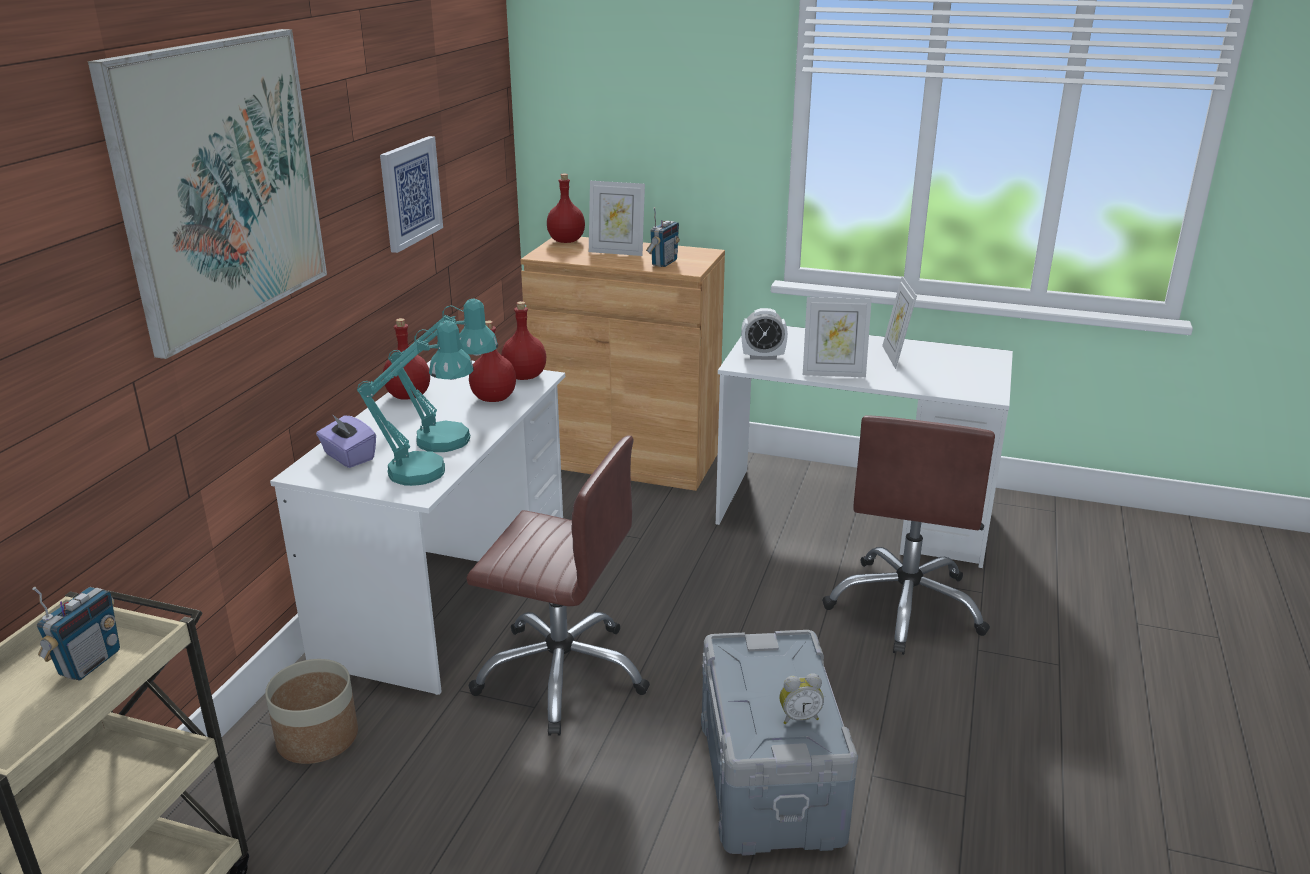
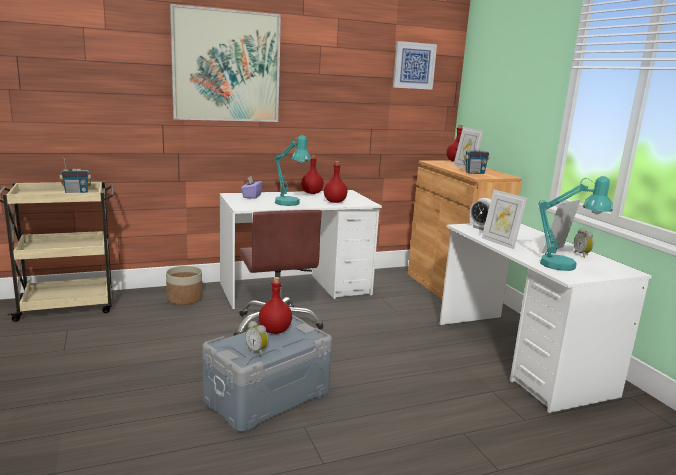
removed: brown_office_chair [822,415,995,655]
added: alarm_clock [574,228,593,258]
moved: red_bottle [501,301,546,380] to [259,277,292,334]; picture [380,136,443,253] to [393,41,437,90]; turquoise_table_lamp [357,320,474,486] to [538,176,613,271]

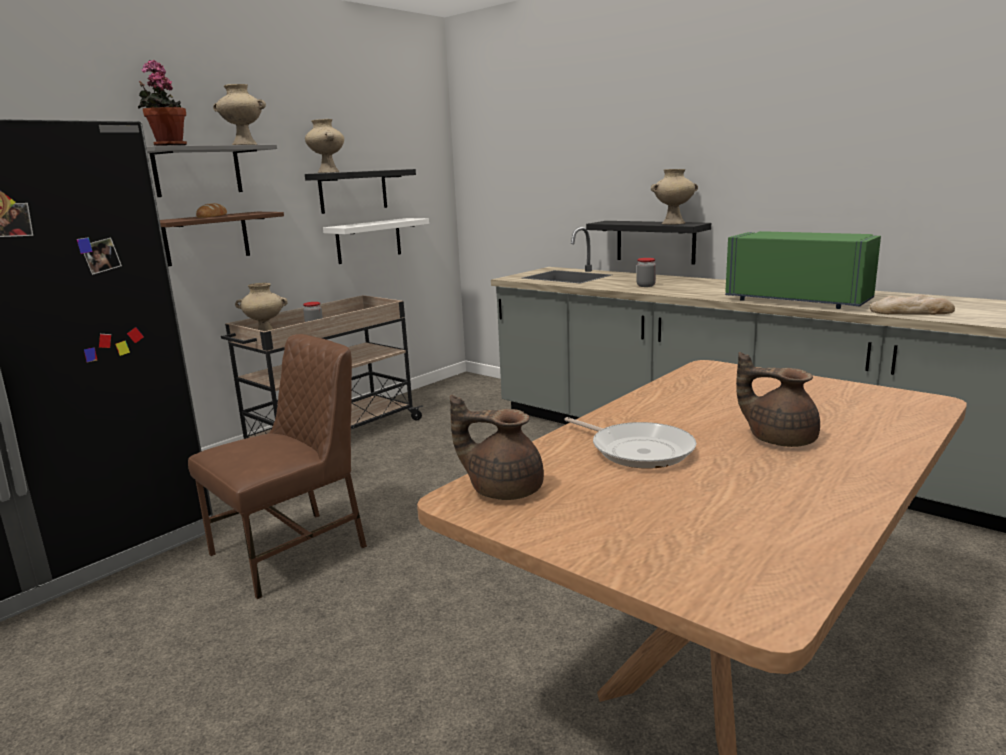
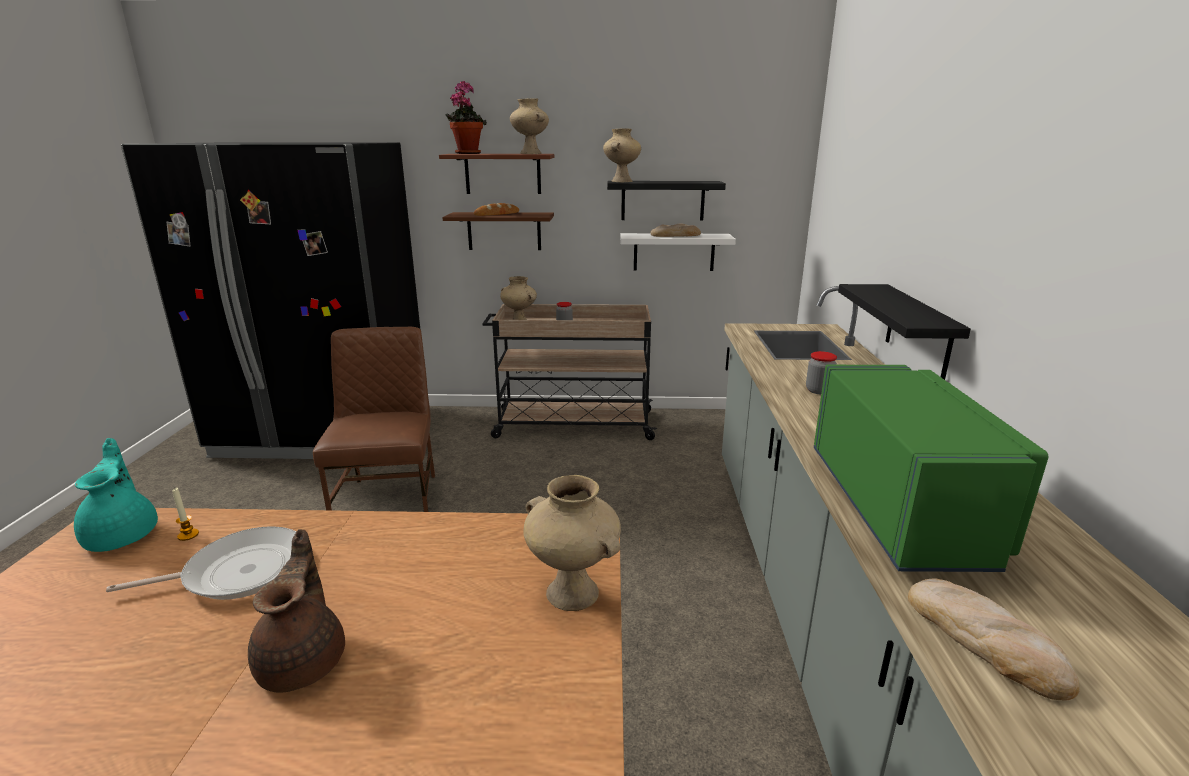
added: candle [172,488,199,541]; bread [651,223,701,237]
moved: beige_vase [651,169,698,225] to [523,475,621,611]
recoloured: brown_teapot [450,395,544,500] to turquoise_teapot [74,438,158,552]; grey_shelf [147,144,277,197] to brown_shelf [439,154,554,194]
turned: frying_pan [564,417,696,469] = [106,526,296,600] 120 degrees counterclockwise; brown_chair [188,334,367,599] = [313,327,435,512] 105 degrees counterclockwise

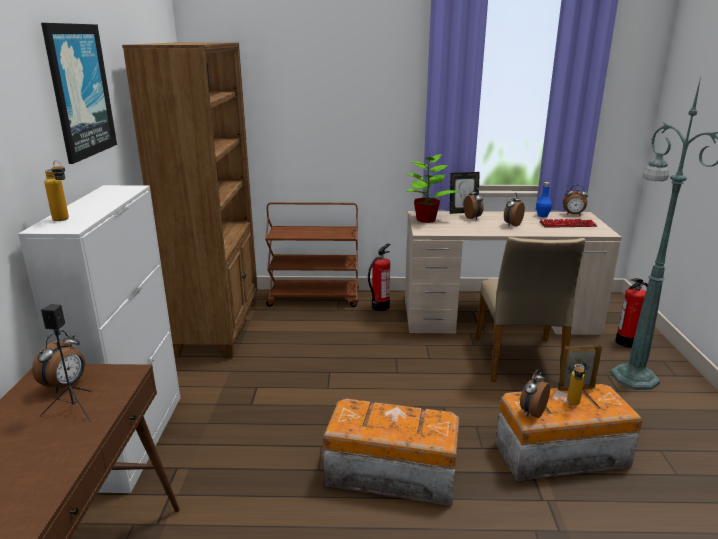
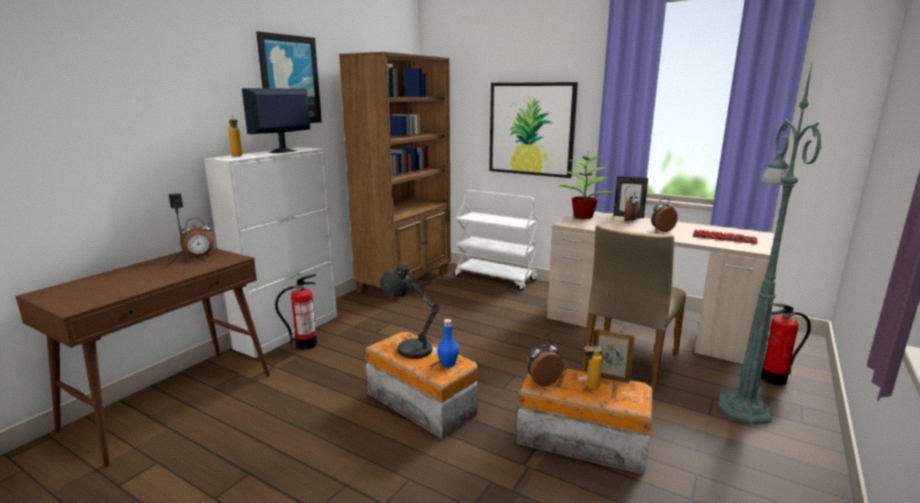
removed: alarm_clock [563,185,588,216]
added: monitor [242,88,310,153]; grey_table_lamp [380,263,440,359]; picture [489,82,578,178]
moved: fire_extinguisher [368,243,391,311] to [275,274,317,350]; blue_bottle [536,182,552,217] to [437,319,459,368]
recoloured: brown_cart [265,202,359,307] to white_cart [454,190,539,291]

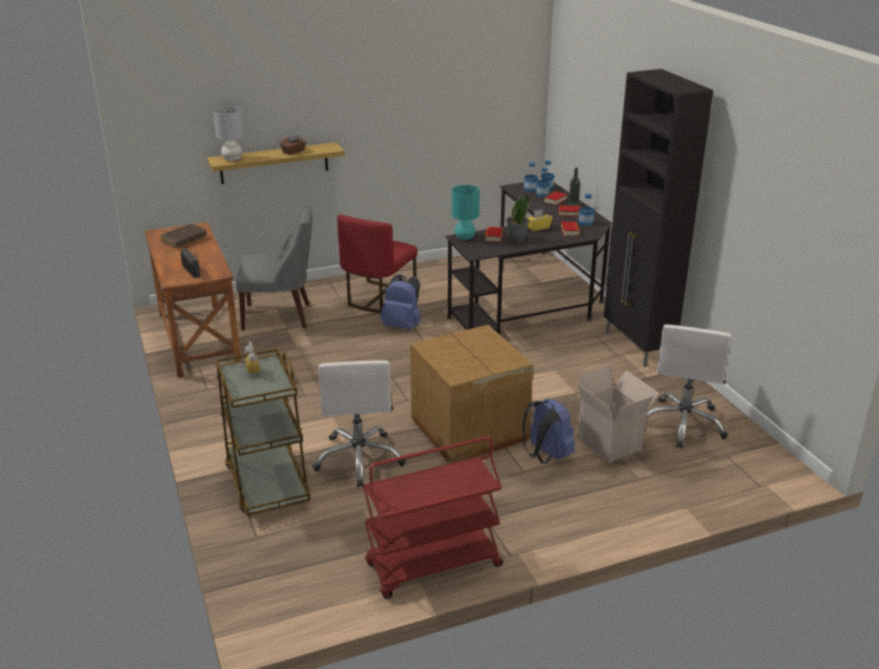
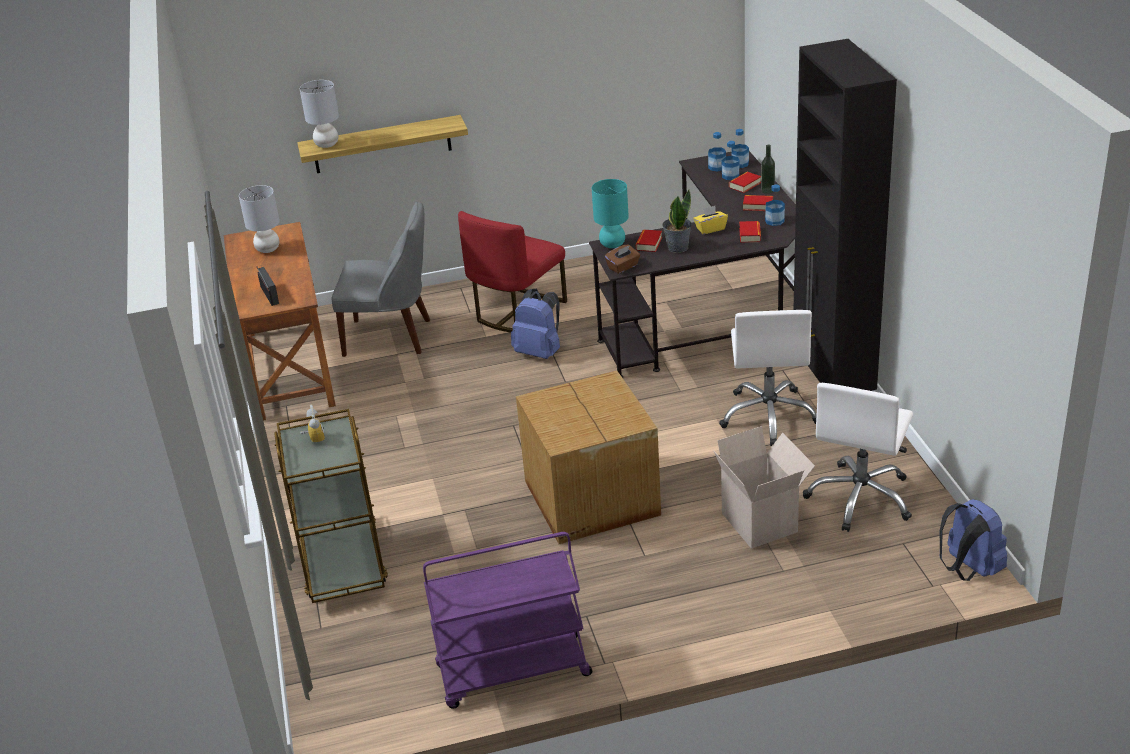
moved: brown_tissue_box [280,134,306,155] to [605,244,640,274]; white_office_chair [312,360,406,488] to [719,310,817,446]; blue_backpack [523,399,575,464] to [939,499,1007,581]
replaced: brown_book [160,224,207,247] to grey_table_lamp [239,185,280,253]
recoloured: red_cart [363,437,503,599] to purple_cart [423,532,592,709]

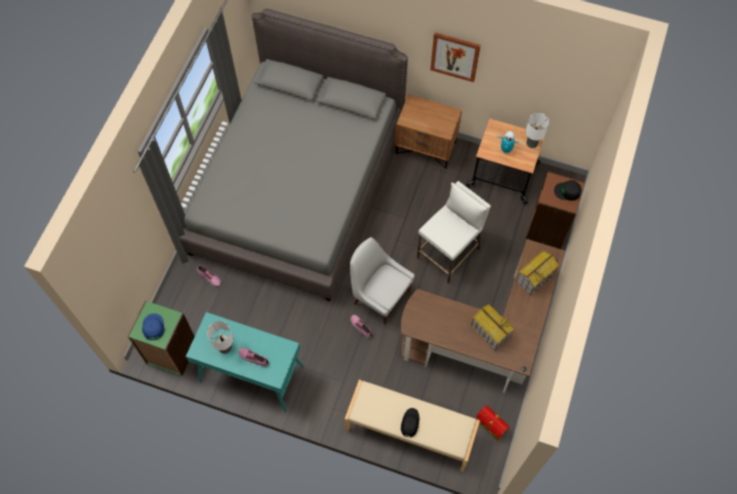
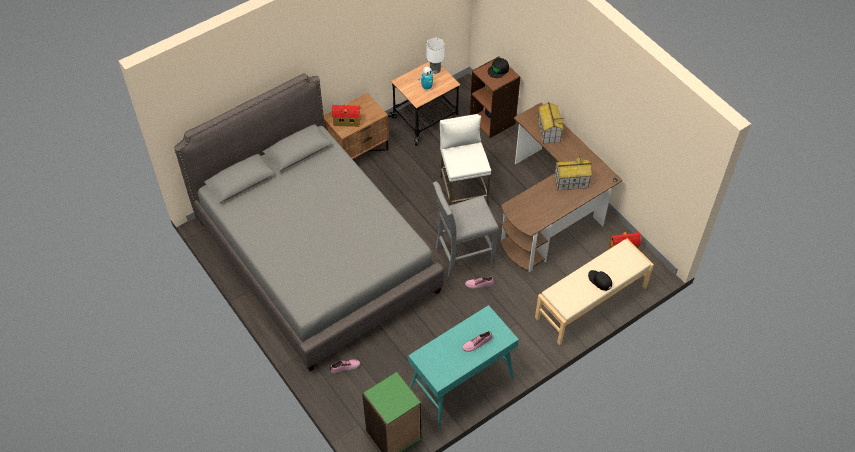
removed: blue_cap [142,313,164,340]; table_lamp [207,321,233,354]; picture [430,32,481,82]
added: toy_house [332,103,361,127]
replaced: white_chair [350,237,415,325] to grey_stool [433,181,499,278]

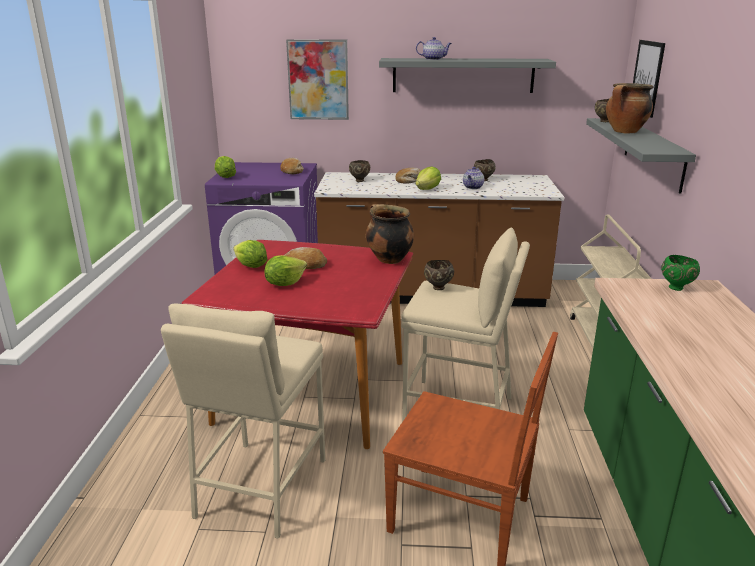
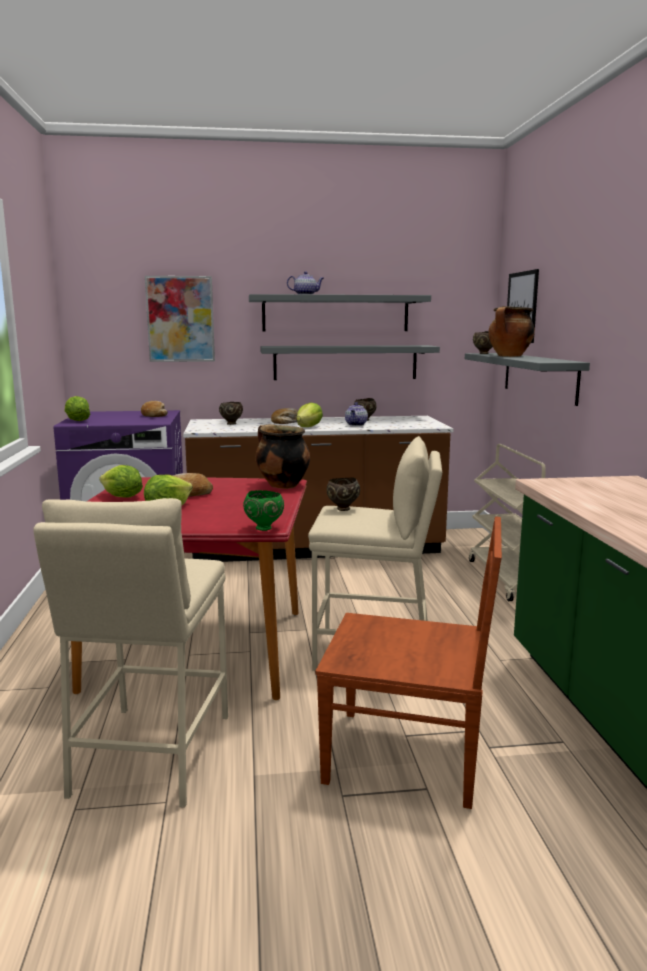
added: grey_shelf [260,345,440,380]
moved: green_bowl [661,255,700,291] to [243,490,284,531]

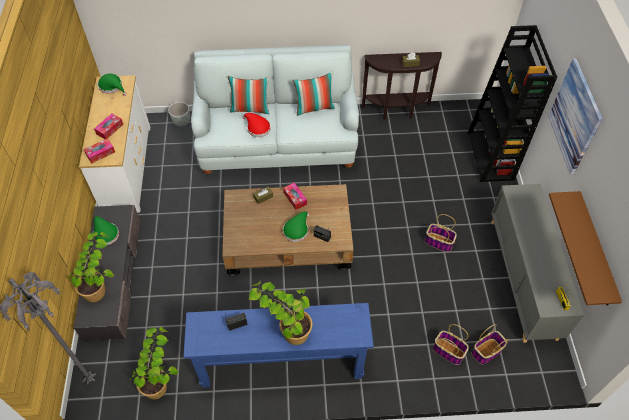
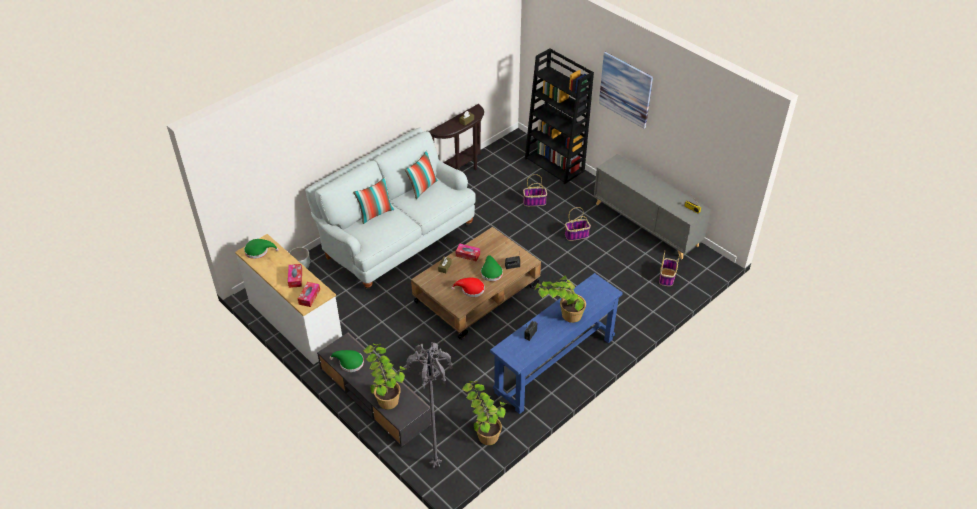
removed: brown_shelf [549,191,622,305]
moved: red_hat [242,113,271,137] to [451,278,485,297]; basket [433,324,469,365] to [523,174,547,206]

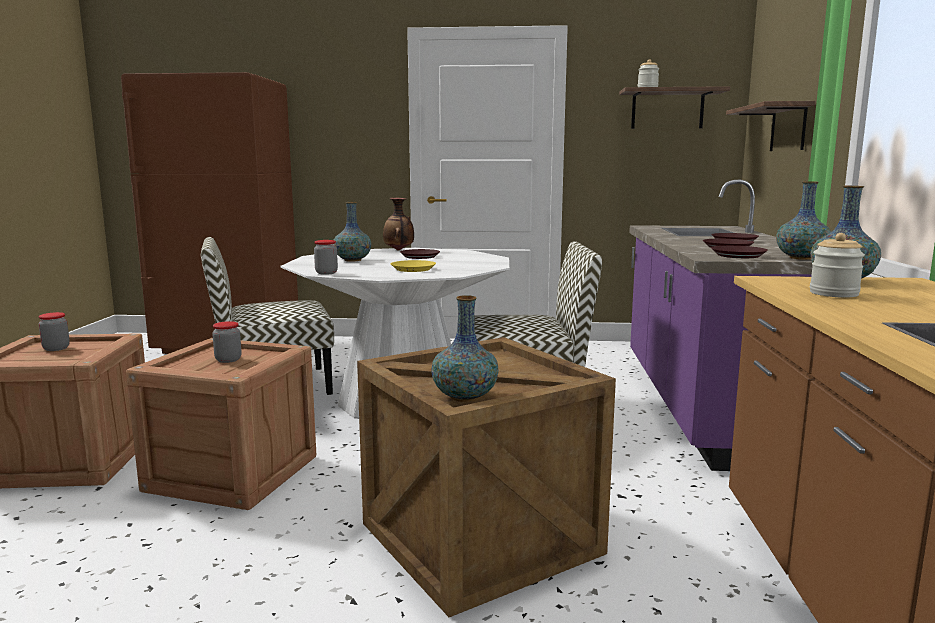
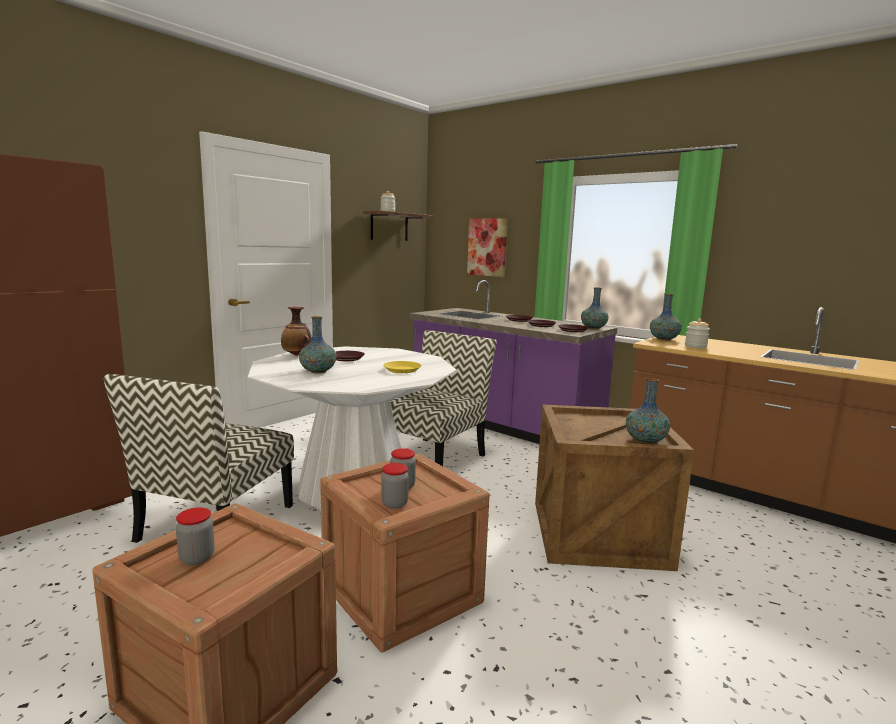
moved: jar [314,240,338,275] to [381,463,409,509]
replaced: shelf [726,101,815,151] to picture [467,218,508,277]

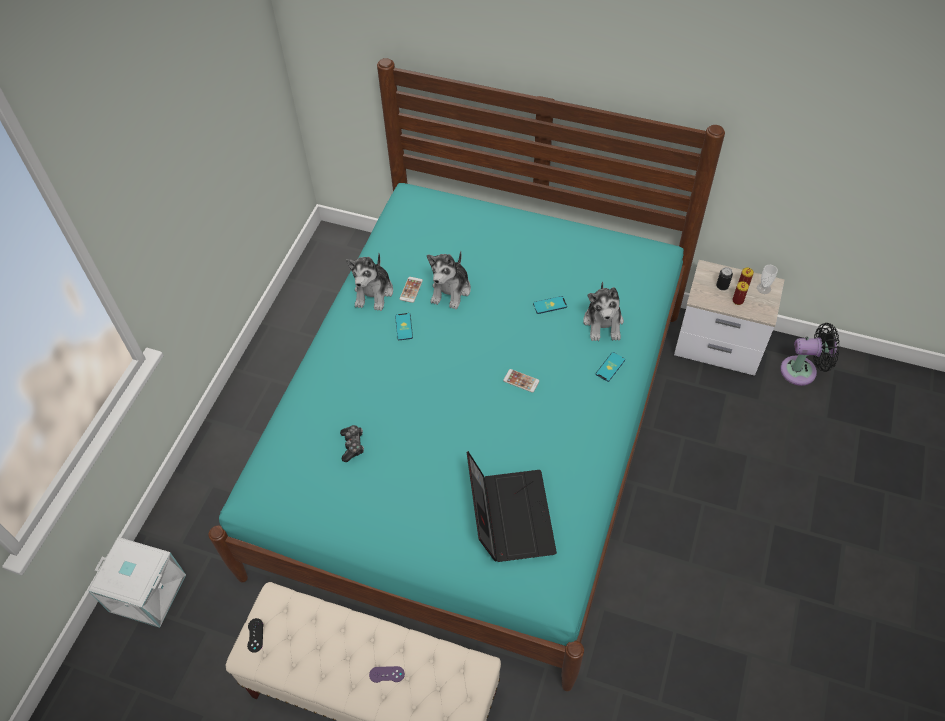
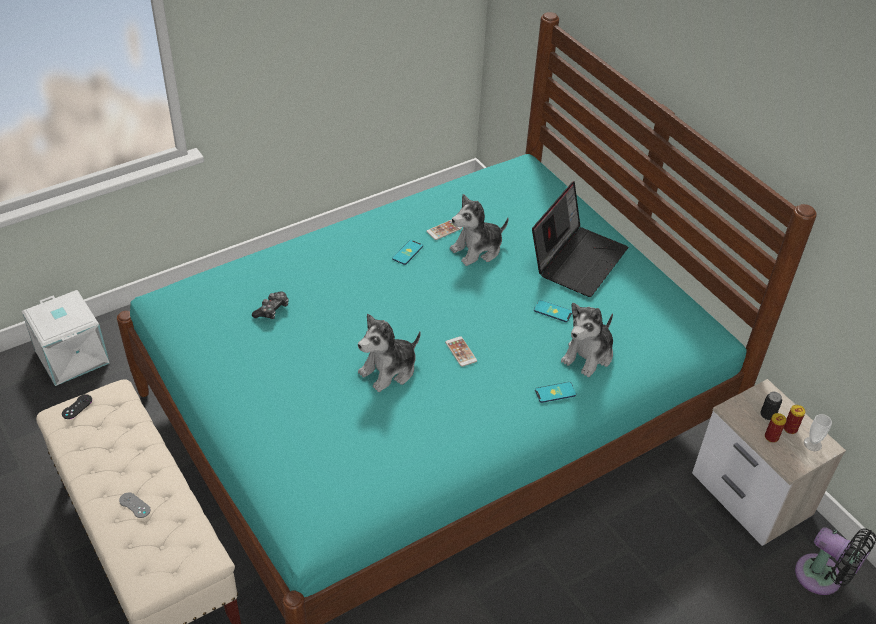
moved: plush_toy [346,253,393,311] to [358,314,421,392]; laptop [467,451,557,562] to [532,181,628,297]
recoloured: purple_game_controller [369,666,405,683] to grey_game_controller [119,492,151,518]

